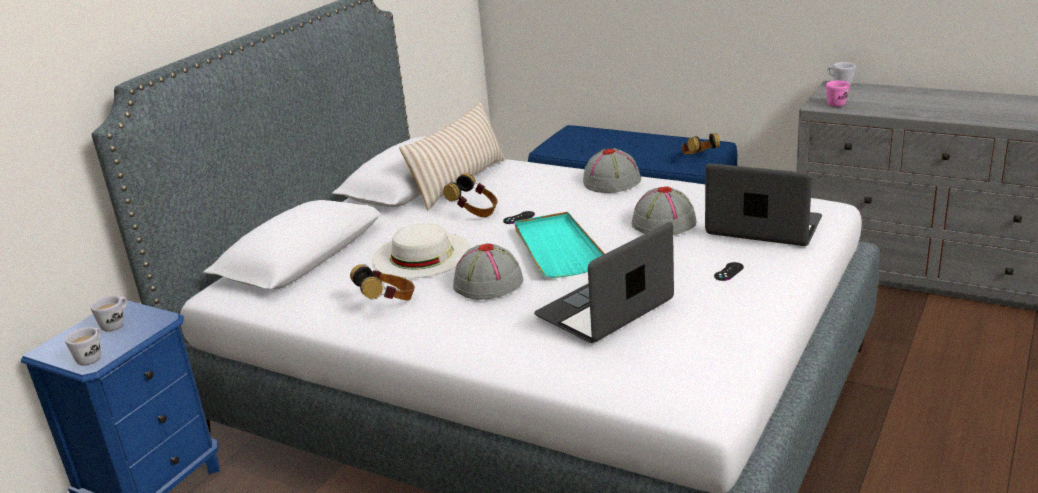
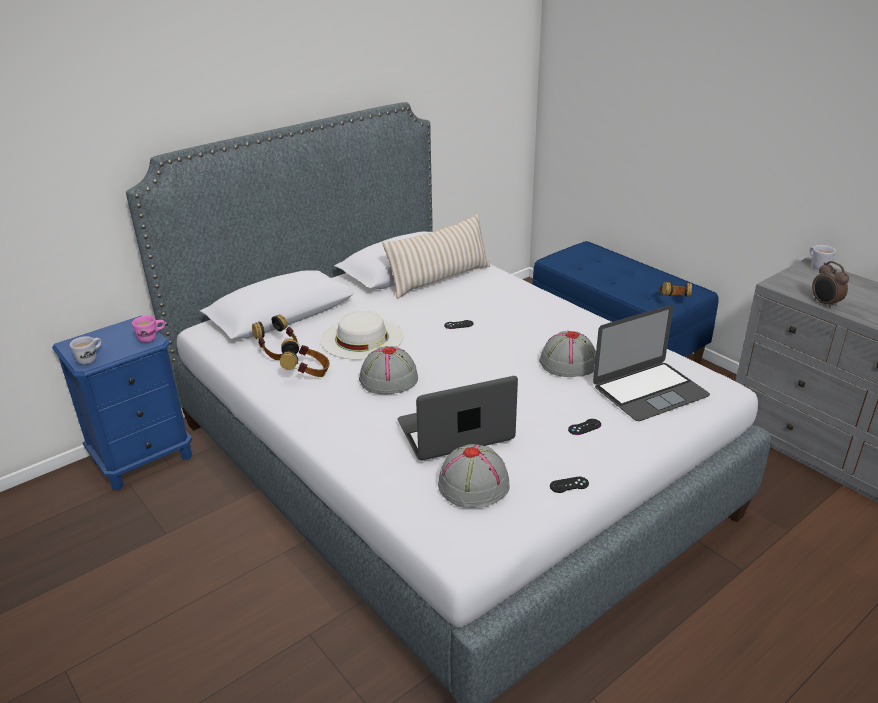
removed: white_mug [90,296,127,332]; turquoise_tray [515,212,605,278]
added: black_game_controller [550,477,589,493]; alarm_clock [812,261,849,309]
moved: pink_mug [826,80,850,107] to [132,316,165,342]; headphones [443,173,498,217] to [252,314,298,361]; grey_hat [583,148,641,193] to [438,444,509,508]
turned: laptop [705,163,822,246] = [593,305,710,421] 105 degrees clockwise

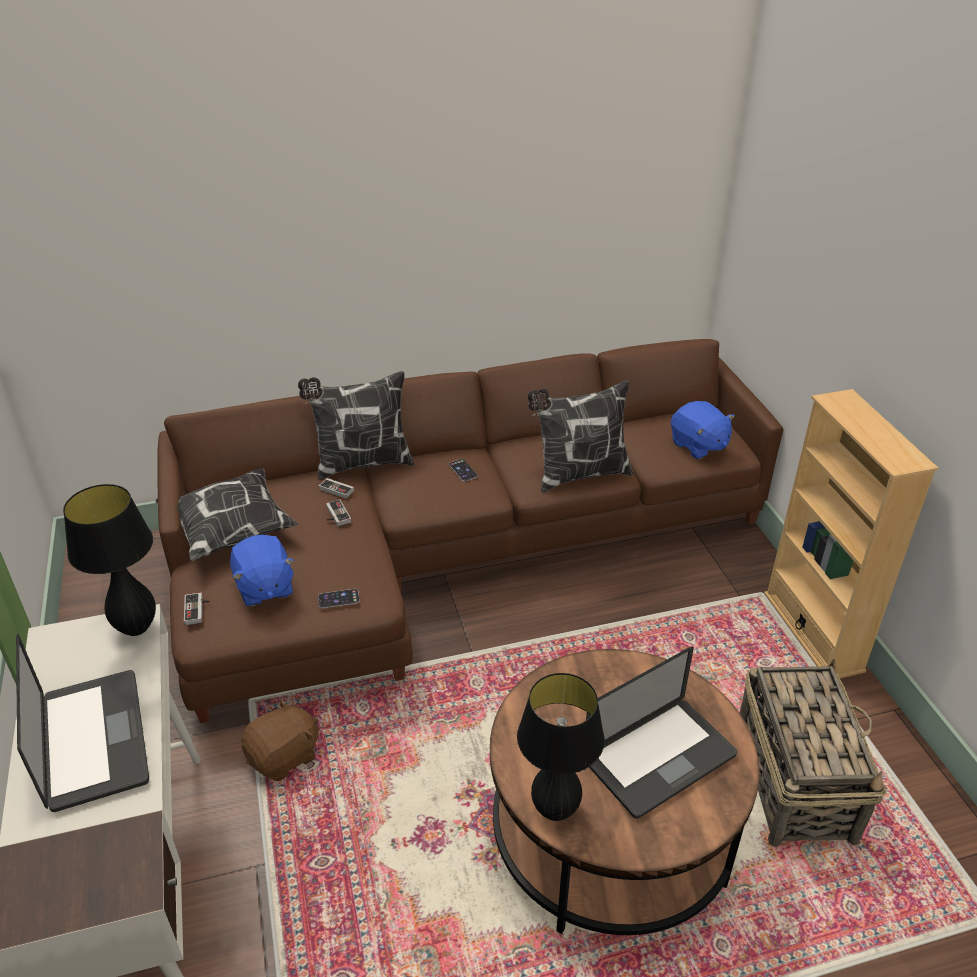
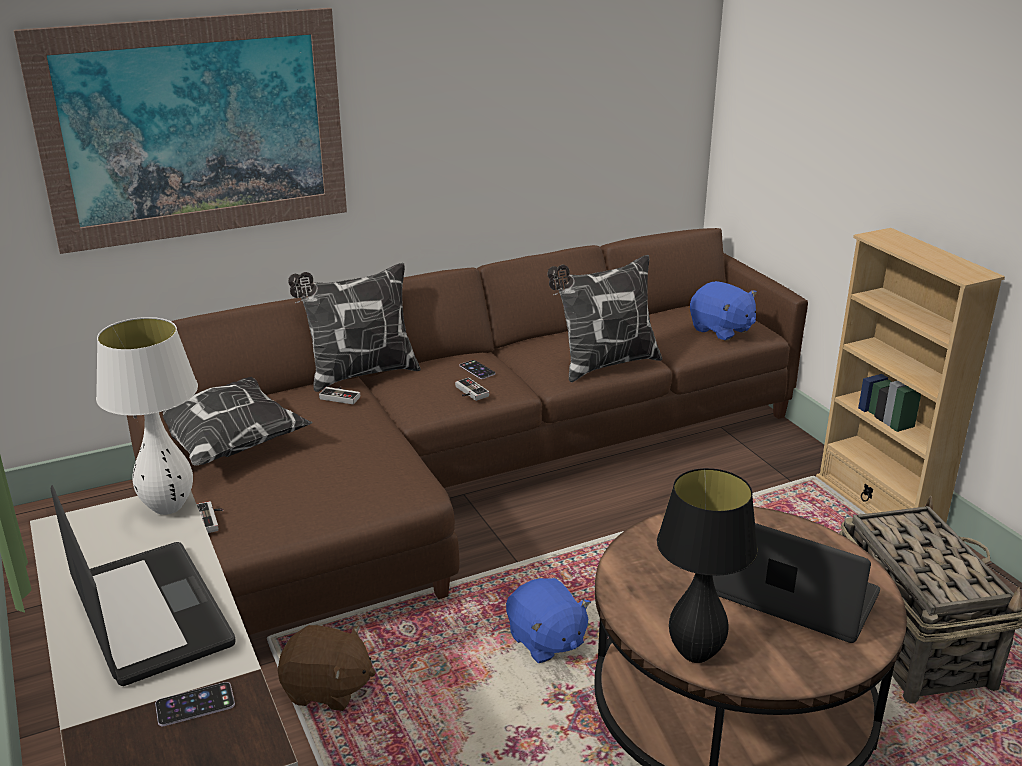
added: picture [14,8,347,254]
moved: phone [318,589,360,608] to [155,682,235,726]; game_controller [326,499,351,526] to [455,377,489,401]; blue_plush_toy [230,535,295,607] to [506,578,591,663]
recoloured: black_table_lamp [63,484,156,636] to white_table_lamp [96,317,198,515]
turned: brown_plush_toy [241,699,318,781] = [278,625,376,711] 60 degrees clockwise; laptop [586,647,737,819] = [713,523,880,643] 105 degrees counterclockwise

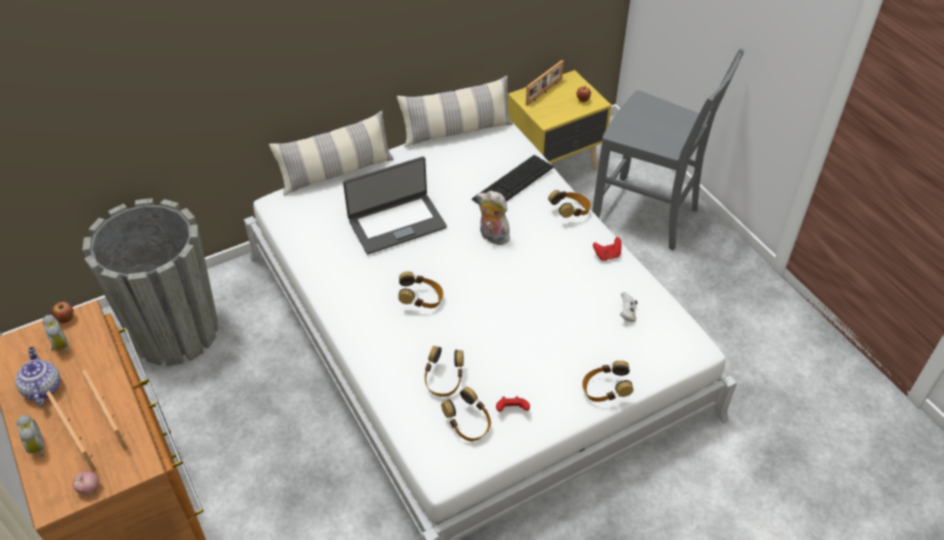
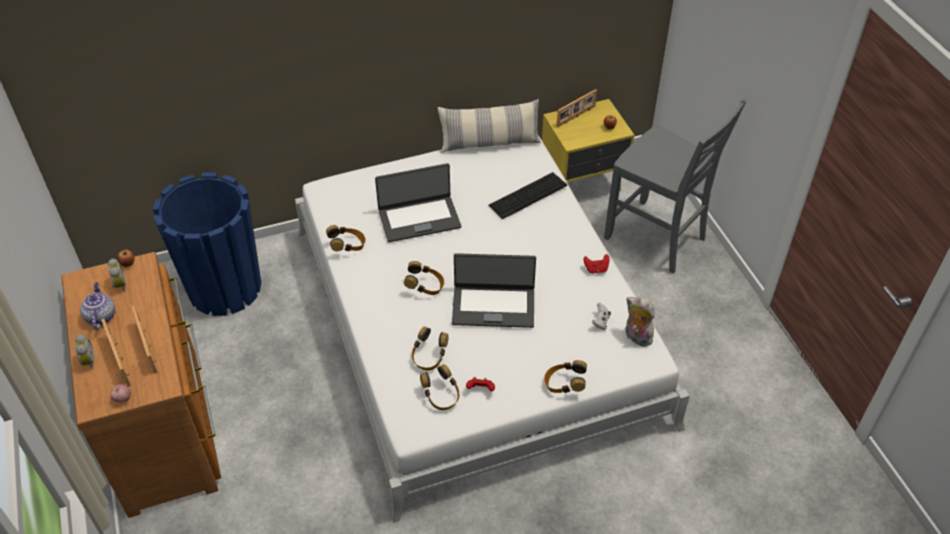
removed: pillow [269,110,394,196]
added: laptop [452,253,536,328]
moved: headphones [548,190,591,218] to [326,225,366,251]; plush_toy [476,191,510,245] to [626,297,655,347]
recoloured: grey_planter [82,198,218,366] to blue_planter [152,173,261,316]

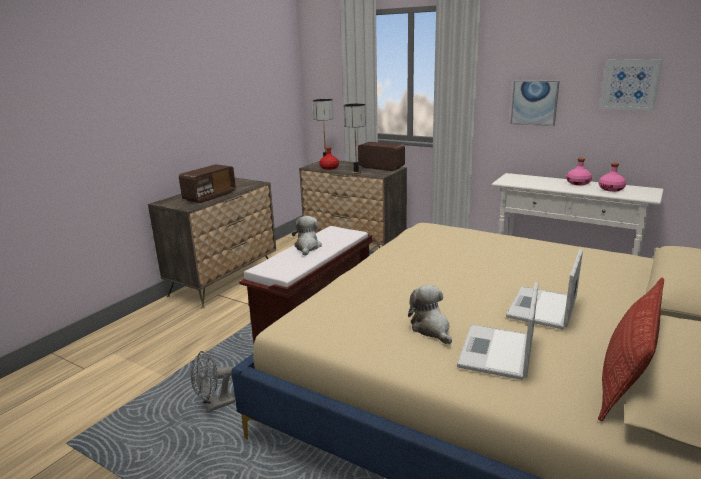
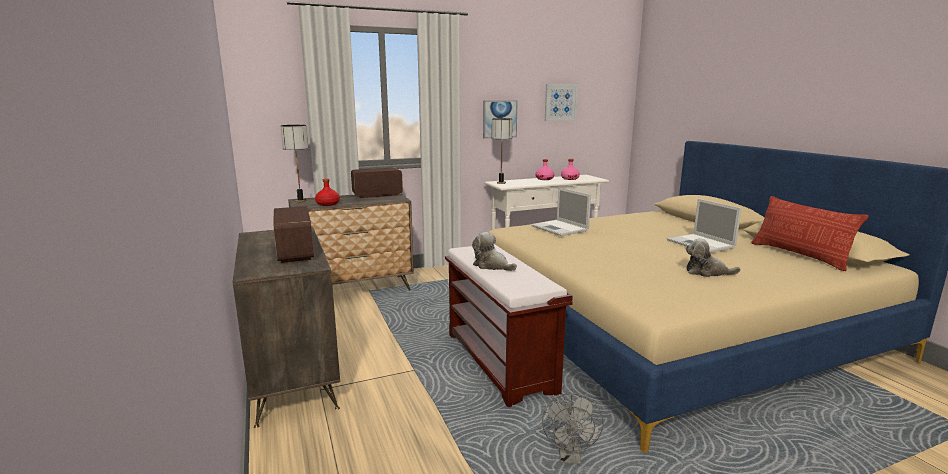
moved: table_lamp [344,104,366,174] to [492,118,513,184]; laptop [457,282,538,380] to [531,187,591,236]

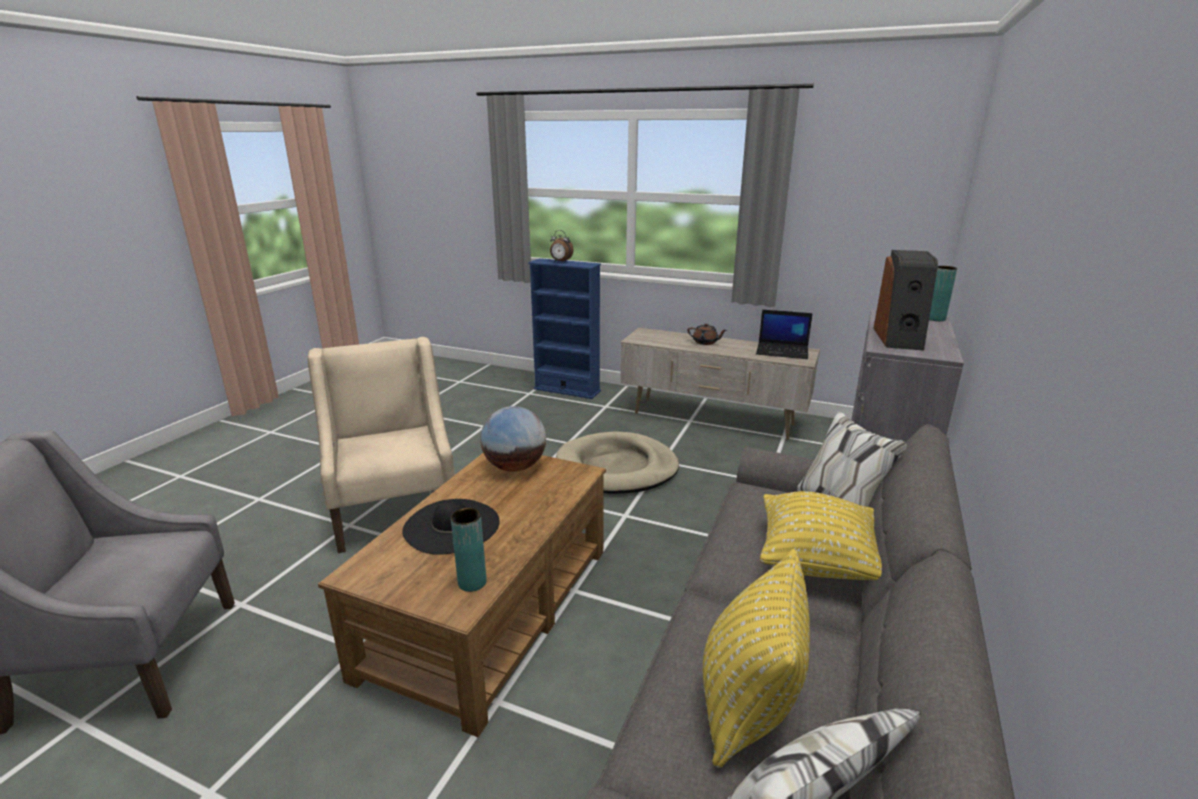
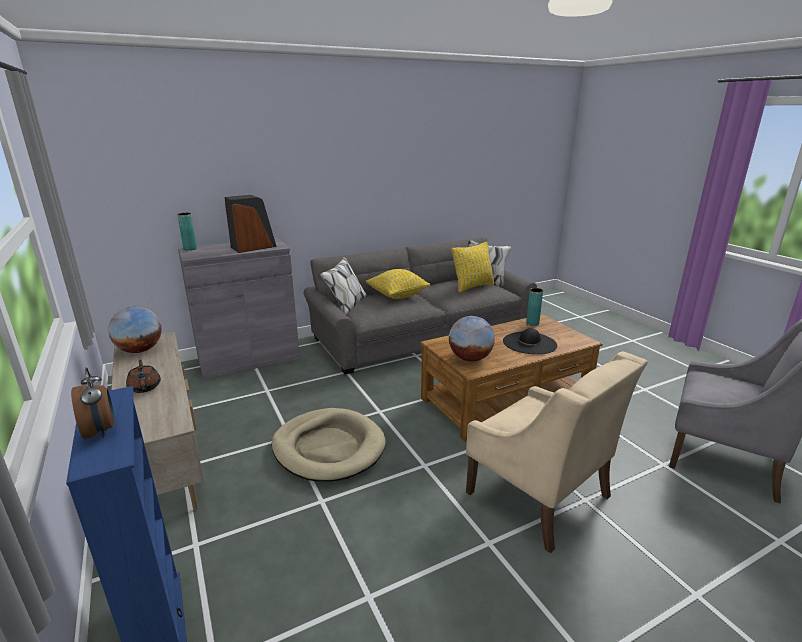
replaced: laptop [756,310,813,359] to globe [108,306,162,353]
turned: beige_armchair [308,337,455,553] = [466,351,648,553] 60 degrees counterclockwise

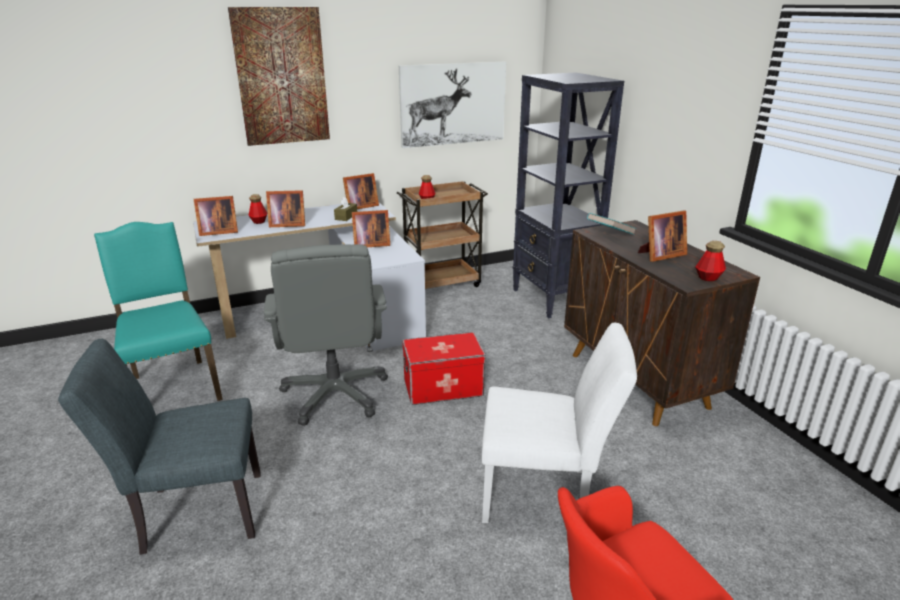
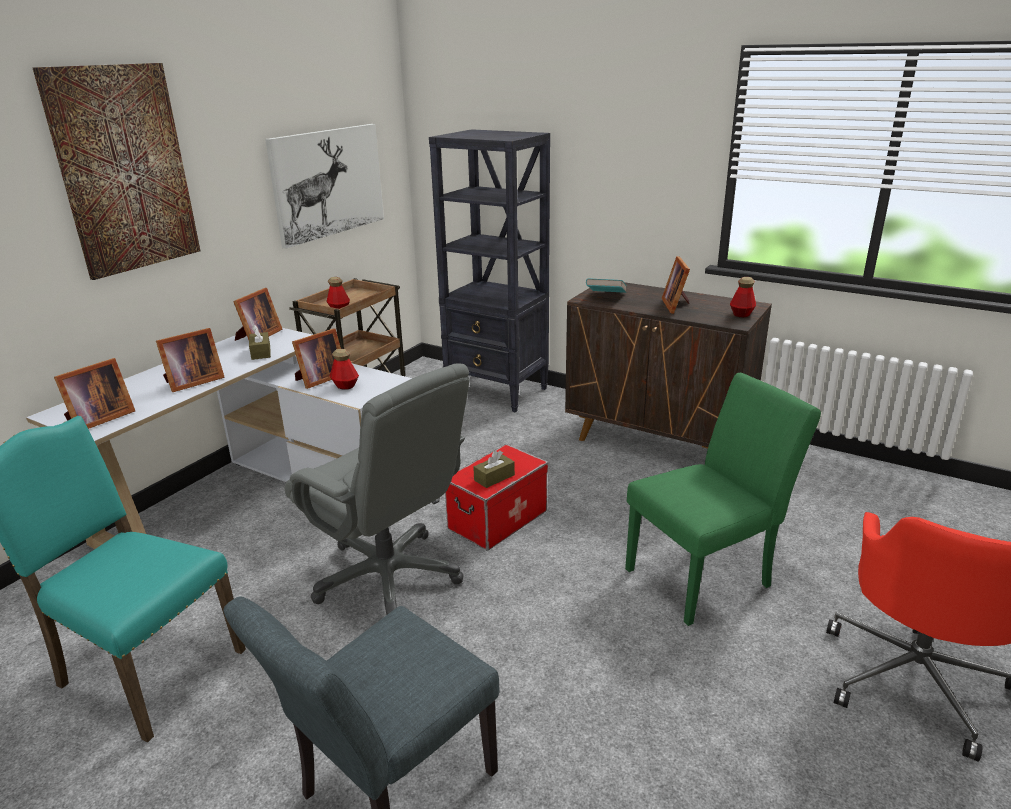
added: brown_tissue_box [473,450,515,488]
moved: bottle [249,194,267,224] to [330,349,359,390]
recoloured: white_chair [482,323,637,523] to green_chair [625,373,821,626]
turned: picture_frame [638,210,687,262] = [662,256,690,314] 150 degrees clockwise

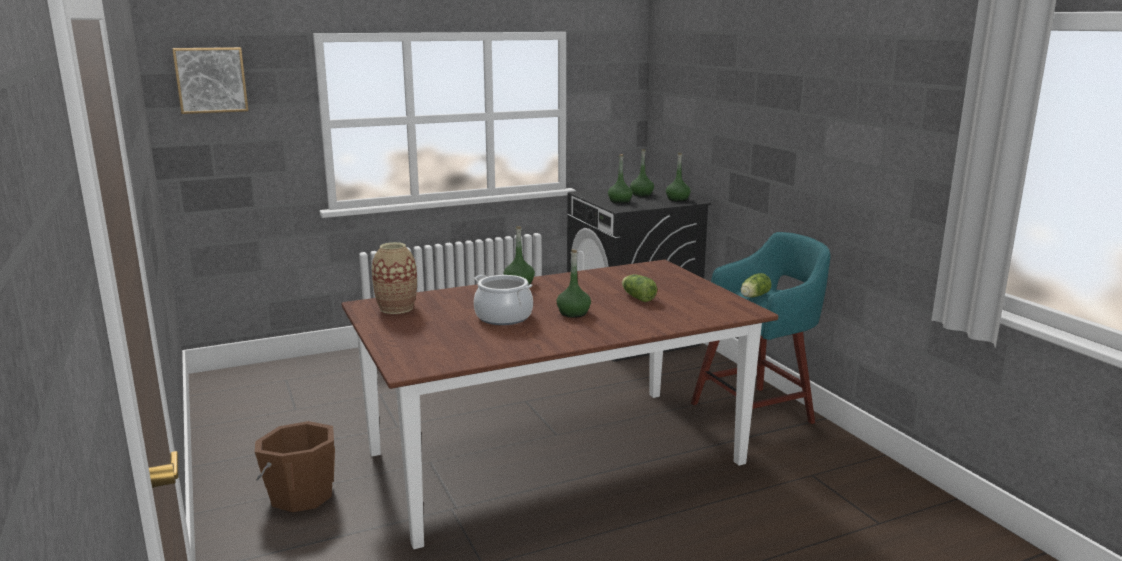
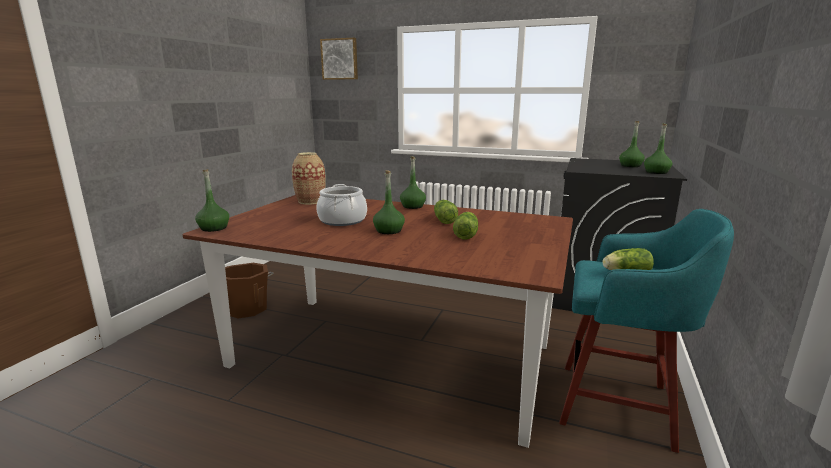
added: lettuce [434,200,458,224]
moved: green_bottle [608,154,633,204] to [195,169,229,232]

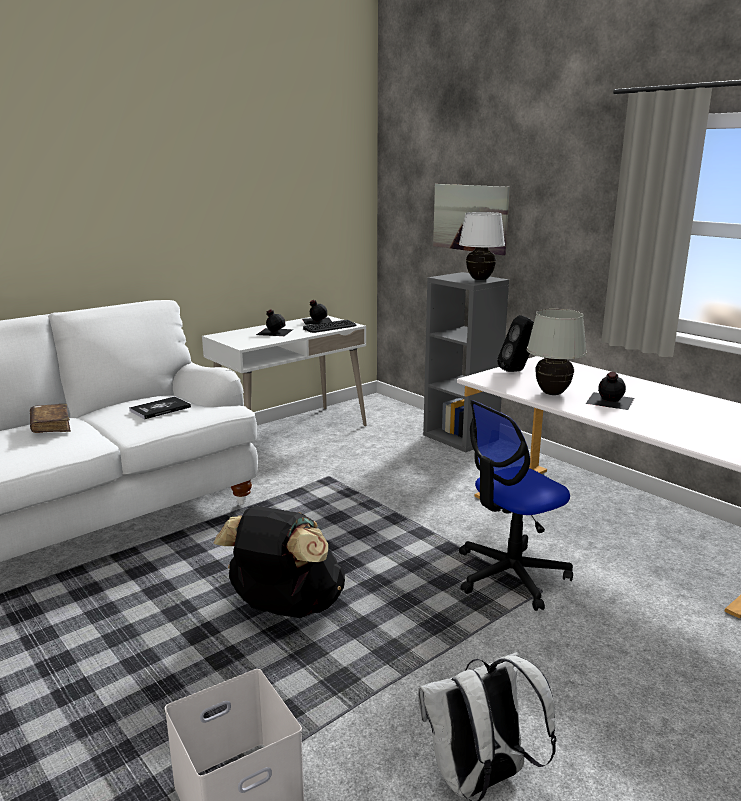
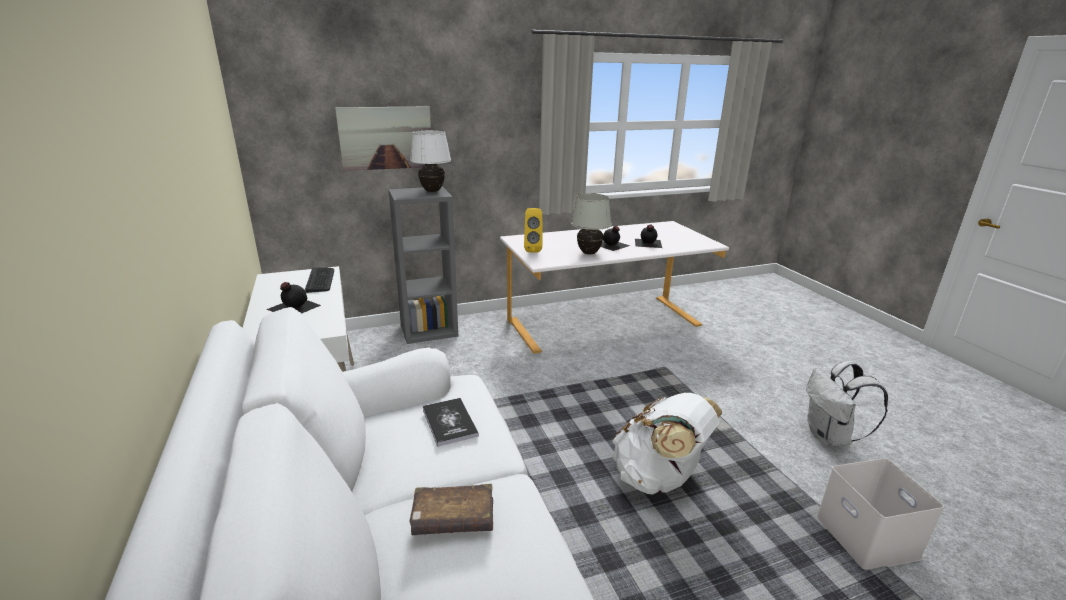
removed: office_chair [459,400,573,611]
moved: black_bottle [302,300,332,325] to [635,224,662,248]
recoloured: black_speaker [497,315,534,372] to yellow_speaker [524,208,542,252]; black_backpack [214,506,345,618] to white_backpack [612,393,722,495]

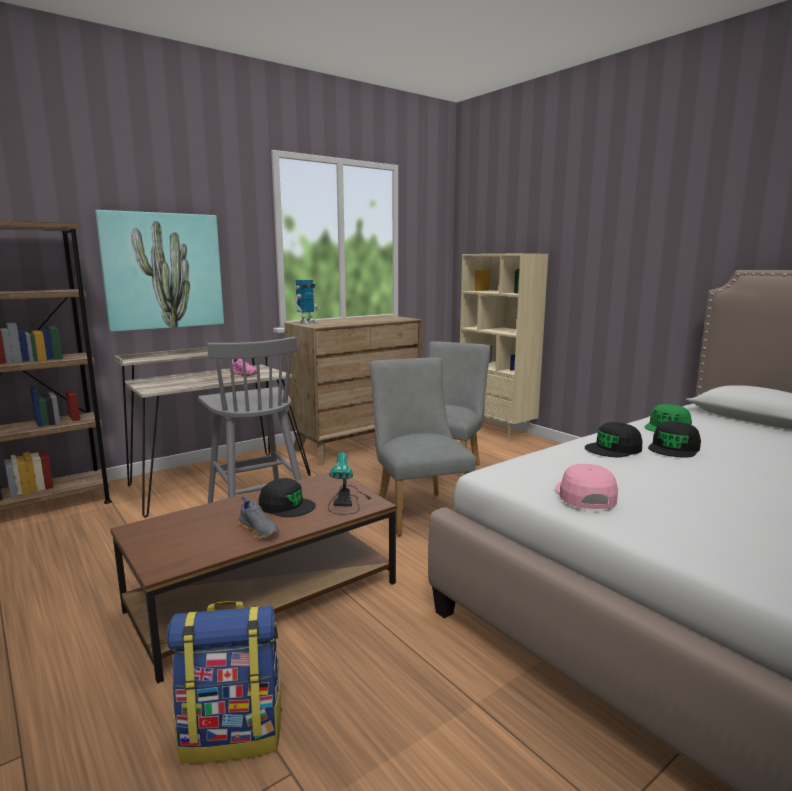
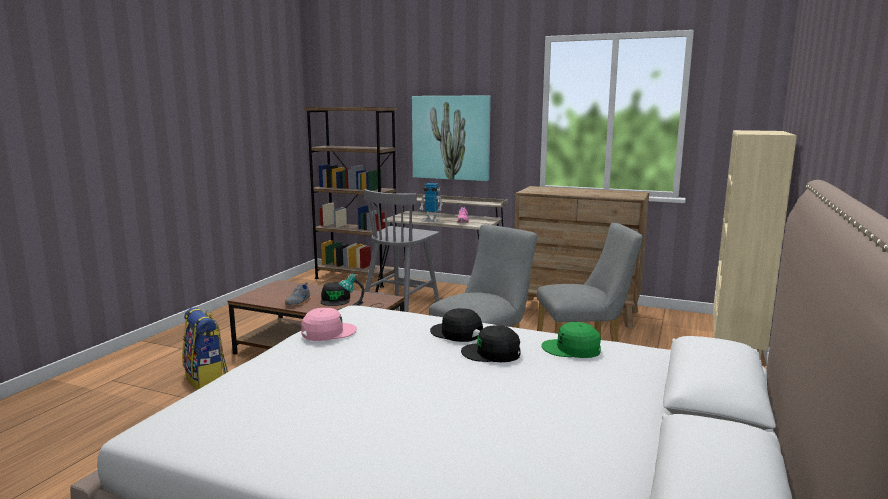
moved: toy_robot [294,280,319,324] to [419,183,443,222]

